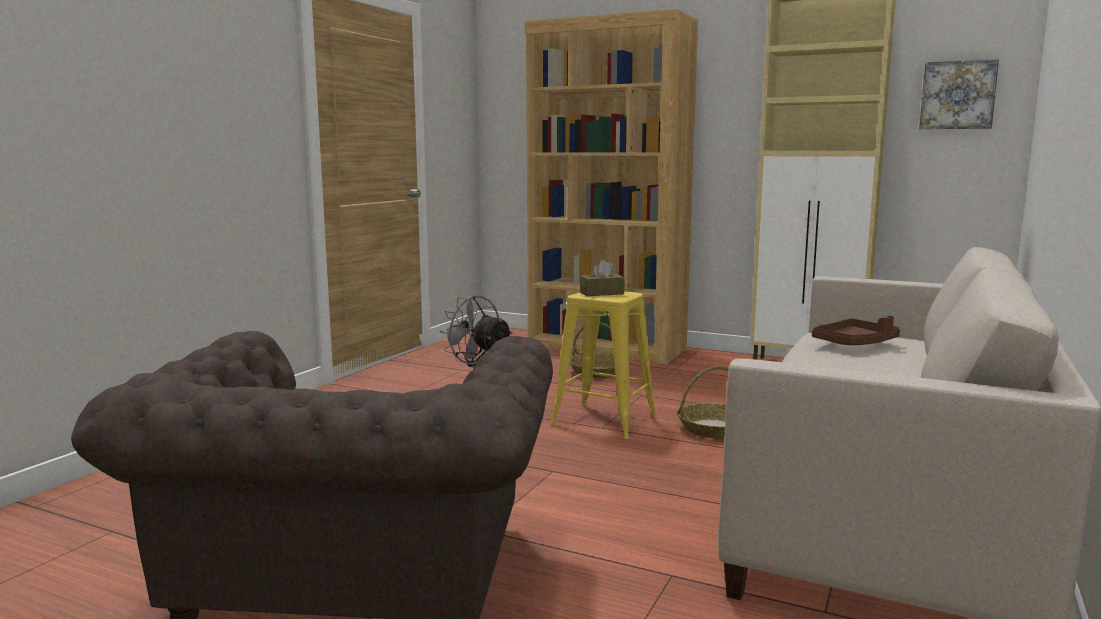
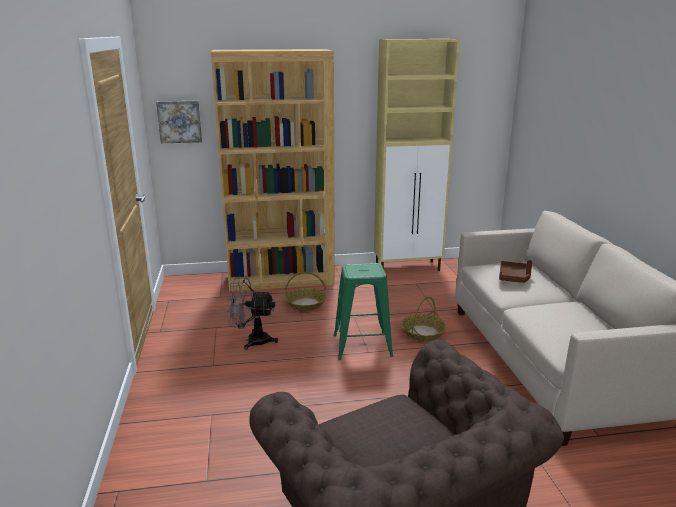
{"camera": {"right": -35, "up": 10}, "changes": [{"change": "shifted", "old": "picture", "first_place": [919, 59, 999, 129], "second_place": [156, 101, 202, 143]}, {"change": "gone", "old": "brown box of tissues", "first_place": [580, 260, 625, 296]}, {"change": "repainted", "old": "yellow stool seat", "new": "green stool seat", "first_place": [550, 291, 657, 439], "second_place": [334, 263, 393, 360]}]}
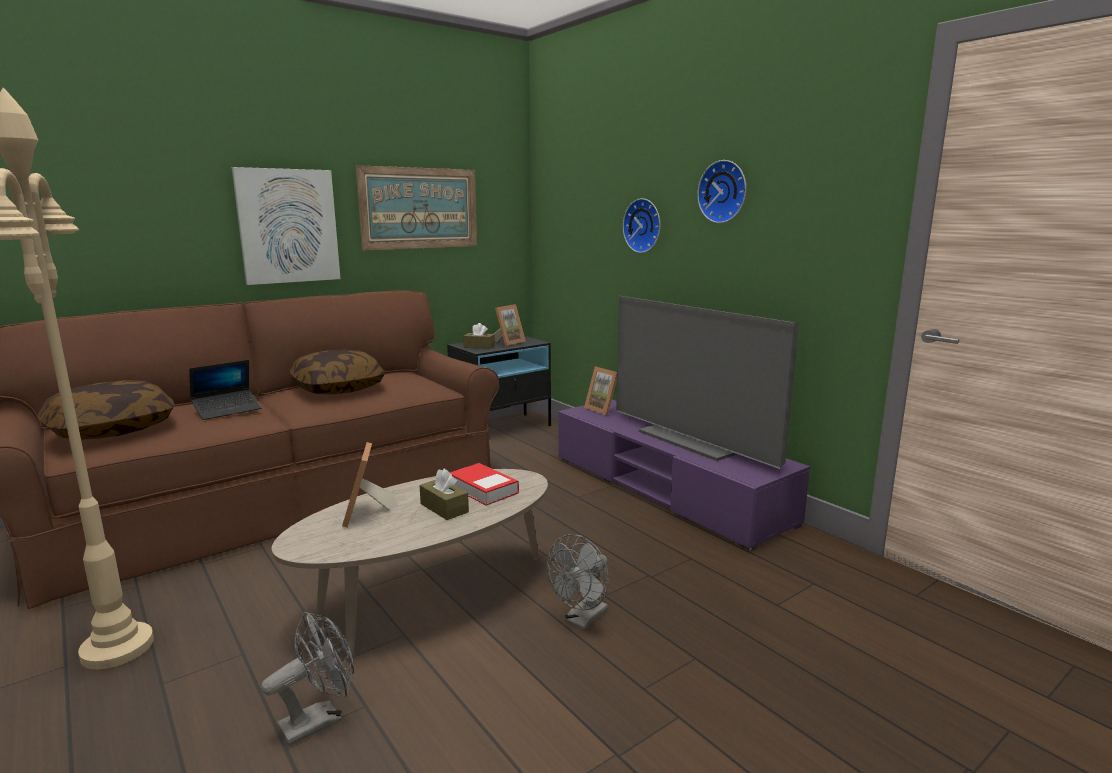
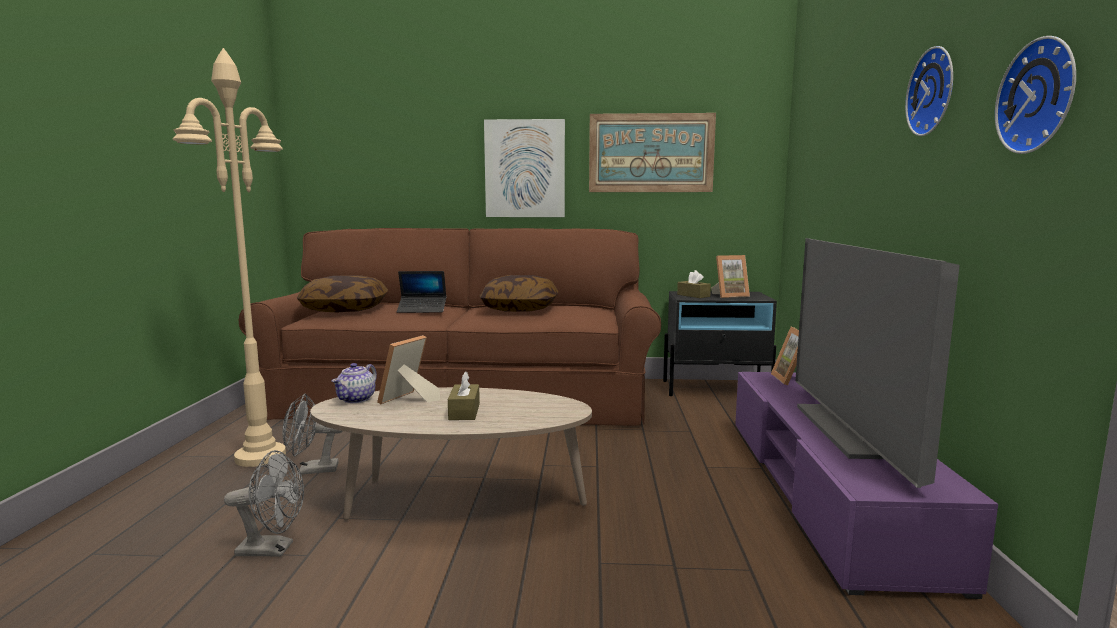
{"camera": {"right": 40, "up": -5}, "changes": [{"change": "shifted", "old": "clock on the wall", "first_place": [623, 198, 660, 253], "second_place": [995, 36, 1076, 154]}, {"change": "gone", "old": "book", "first_place": [450, 463, 519, 506]}, {"change": "shifted", "old": "greyish cooling fan", "first_place": [547, 534, 609, 630], "second_place": [282, 393, 342, 475]}, {"change": "new", "new": "teapot", "second_place": [331, 363, 377, 403]}]}
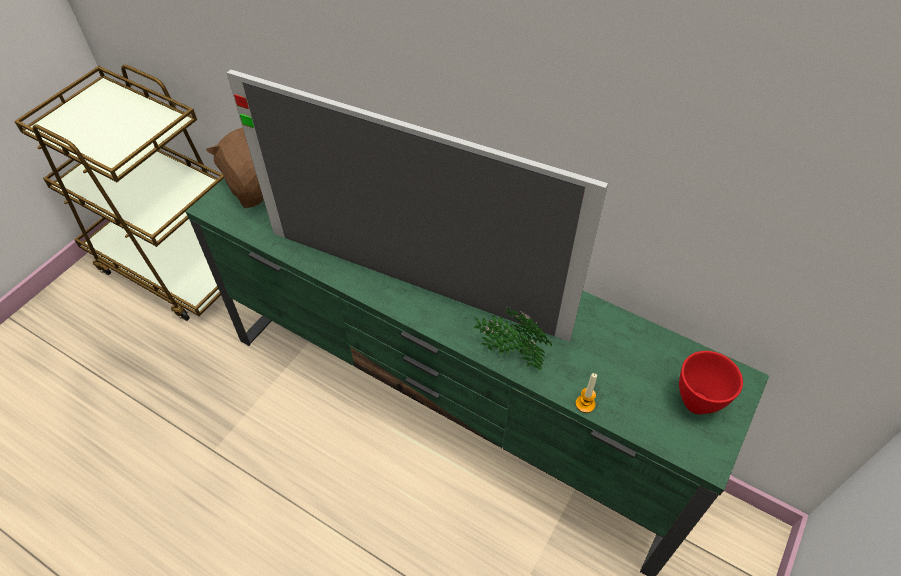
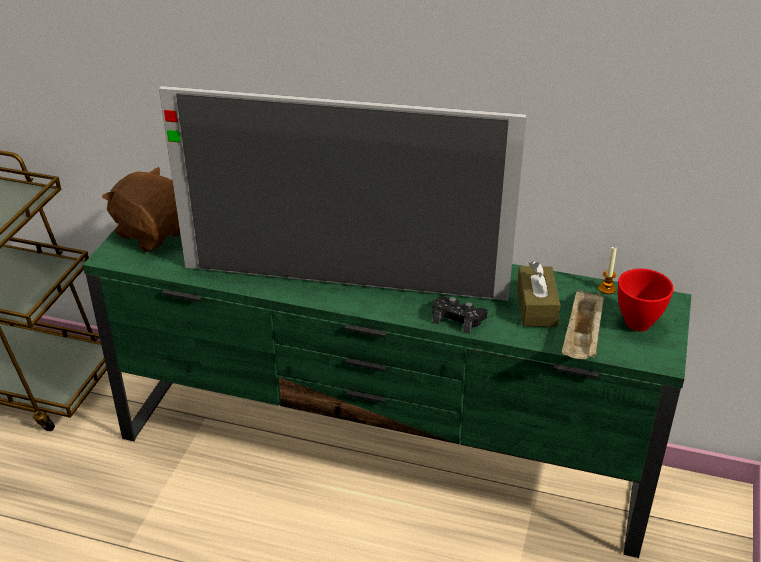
{"camera": {"right": -15, "up": -15}, "changes": [{"change": "swapped", "old": "houseplant", "new": "blackish gamepad", "first_place": [473, 307, 552, 371], "second_place": [432, 296, 488, 334]}, {"change": "shifted", "old": "candle", "first_place": [575, 373, 597, 413], "second_place": [598, 246, 617, 294]}, {"change": "new", "new": "brown box of tissues", "second_place": [517, 261, 560, 327]}, {"change": "new", "new": "beige-coloured carrying tray", "second_place": [562, 289, 604, 359]}]}
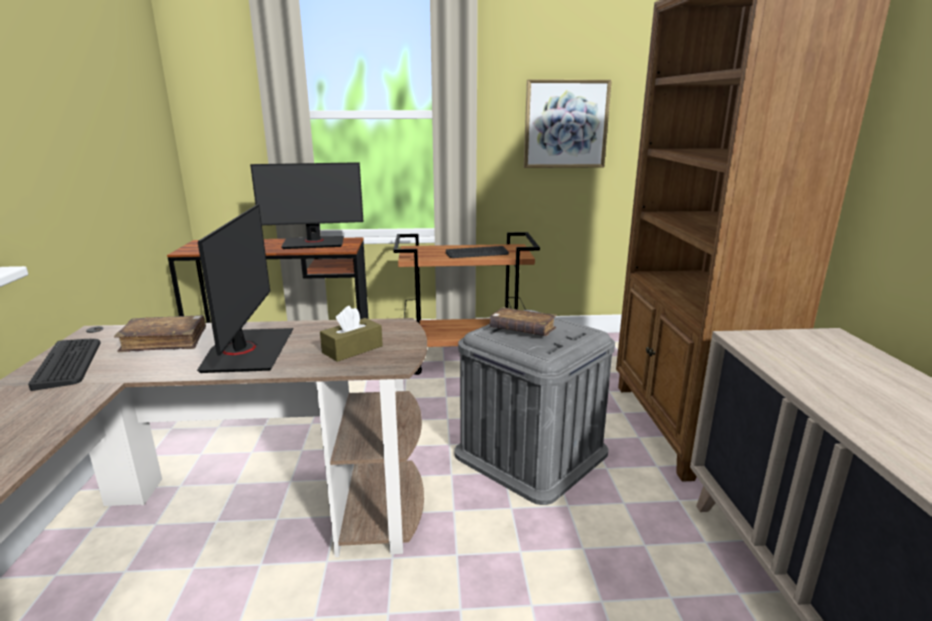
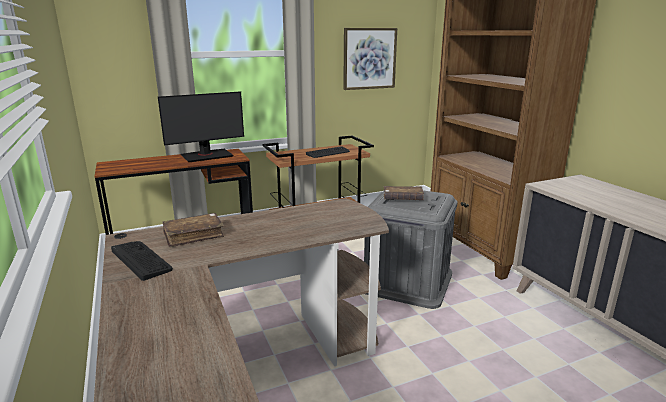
{"camera": {"right": -20, "up": 0}, "changes": [{"change": "gone", "old": "computer display", "first_place": [197, 204, 293, 373]}, {"change": "gone", "old": "brown box of tissues", "first_place": [320, 306, 383, 362]}]}
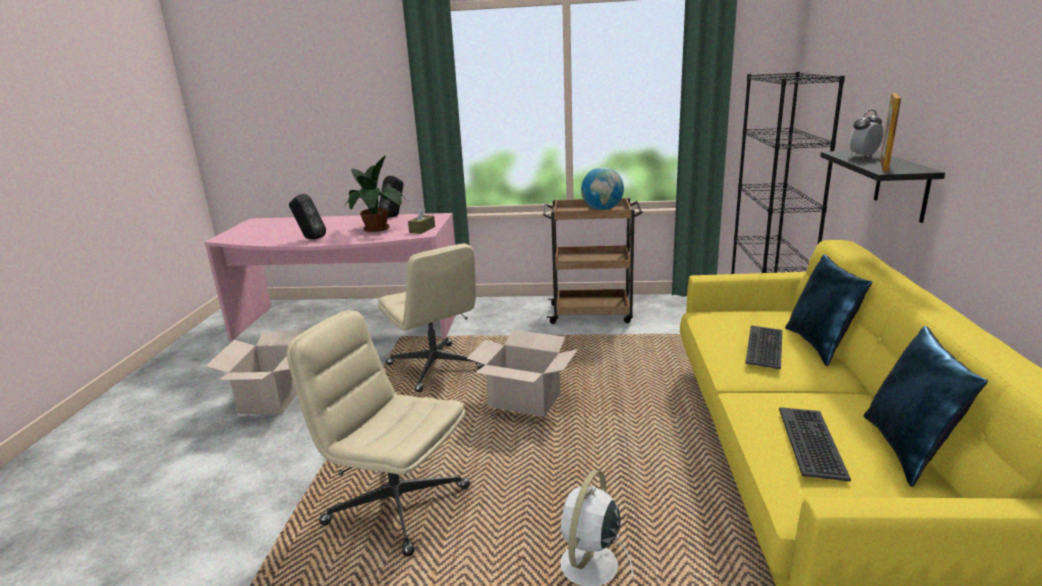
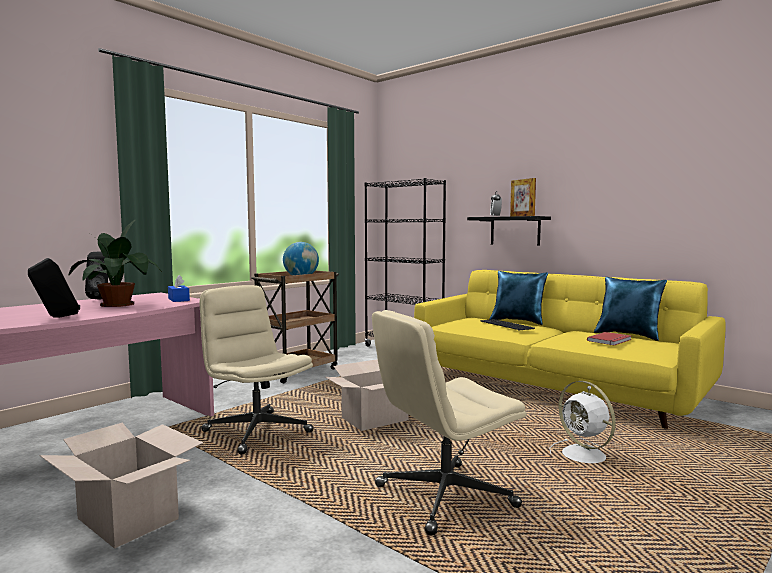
{"camera": {"right": -55, "up": -15}, "changes": [{"change": "repainted", "old": "brown box of tissues", "new": "blue-coloured box of tissues", "first_place": [408, 207, 435, 234], "second_place": [168, 275, 190, 302]}, {"change": "rotated", "old": "beige-coloured office chair", "first_place": [378, 243, 484, 392], "second_place": [199, 285, 314, 454], "degrees": -135}, {"change": "swapped", "old": "computer keyboard", "new": "red-coloured book", "first_place": [779, 407, 851, 482], "second_place": [587, 332, 631, 345]}]}
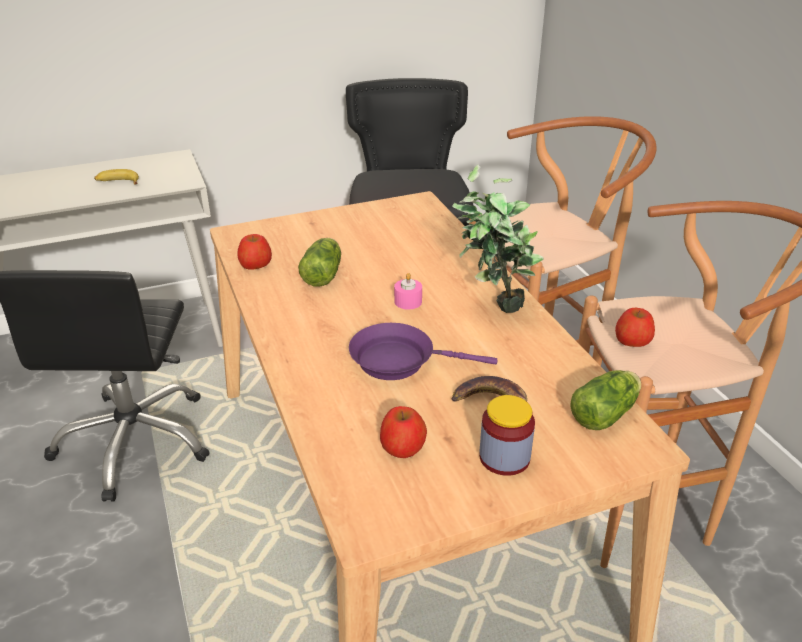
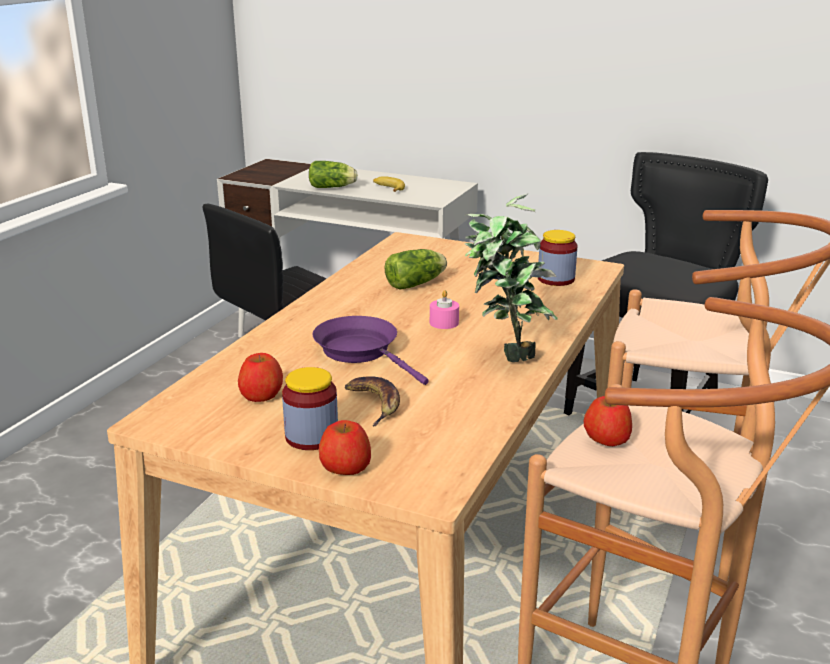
{"camera": {"right": 45, "up": -10}, "changes": [{"change": "shifted", "old": "apple", "first_place": [237, 234, 272, 270], "second_place": [319, 420, 371, 475]}, {"change": "shifted", "old": "head of lettuce", "first_place": [570, 370, 641, 430], "second_place": [309, 161, 358, 188]}, {"change": "new", "new": "preserve jar", "second_place": [538, 230, 578, 286]}]}
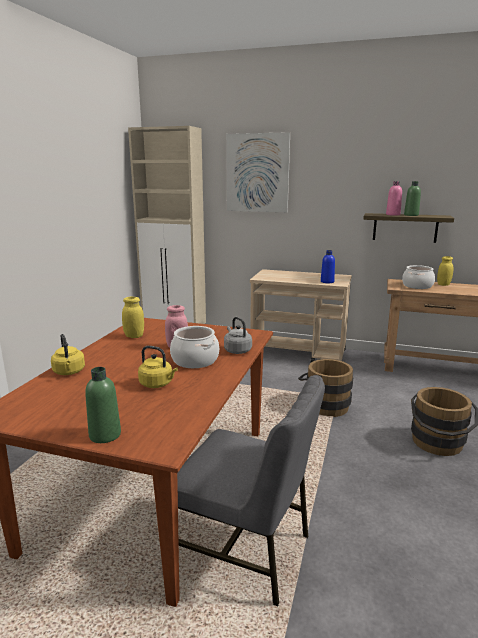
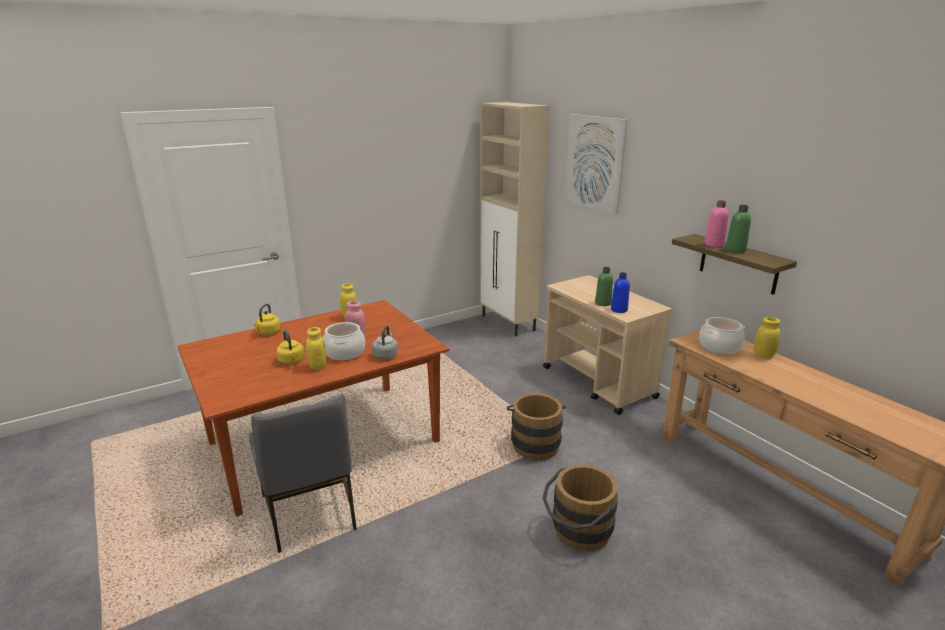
{"camera": {"right": 40, "up": 5}, "changes": [{"change": "shifted", "old": "green beverage bottle", "first_place": [85, 367, 121, 443], "second_place": [595, 267, 613, 306]}, {"change": "new", "new": "yellow preserve jar", "second_place": [306, 327, 327, 371]}]}
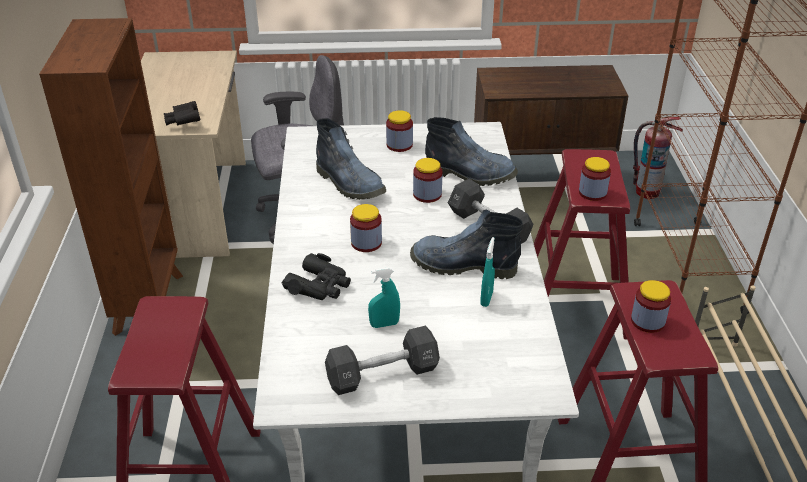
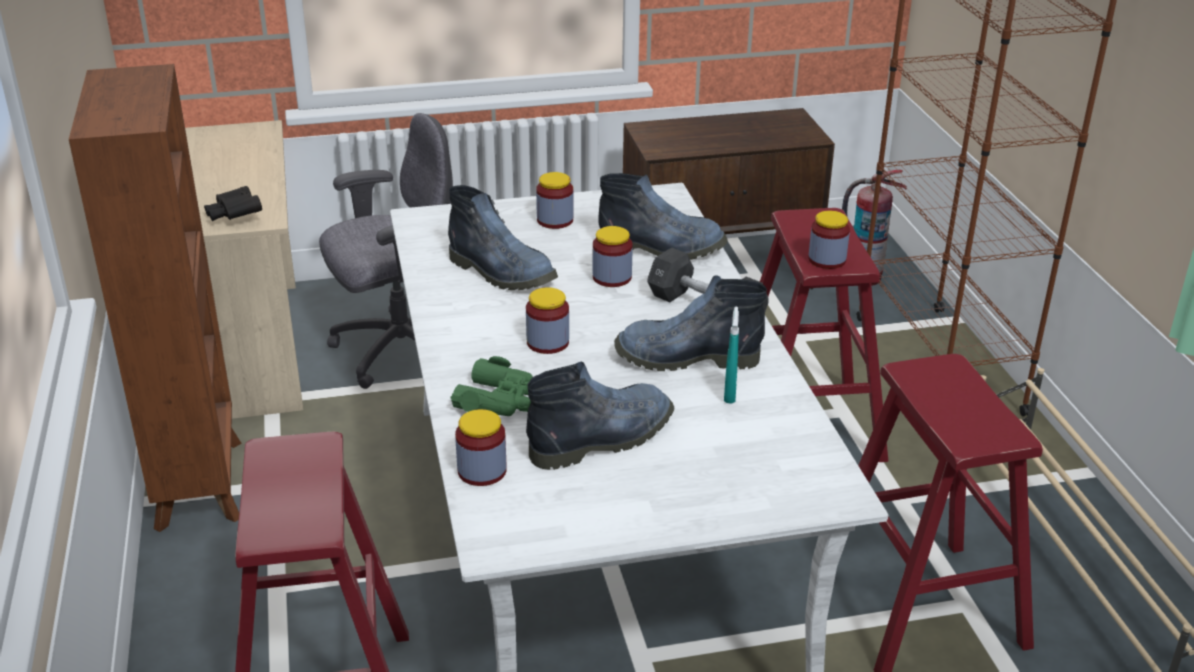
{"camera": {"right": -10, "up": -5}, "changes": [{"change": "repainted", "old": "blackish pair of binoculars", "new": "green pair of binoculars", "first_place": [282, 253, 351, 300], "second_place": [451, 356, 533, 416]}, {"change": "swapped", "old": "turquoise spray bottle", "new": "boot", "first_place": [368, 267, 400, 328], "second_place": [526, 362, 674, 470]}, {"change": "shifted", "old": "preserve jar", "first_place": [631, 280, 671, 333], "second_place": [455, 409, 506, 486]}, {"change": "gone", "old": "blackish free weight", "first_place": [325, 326, 440, 395]}]}
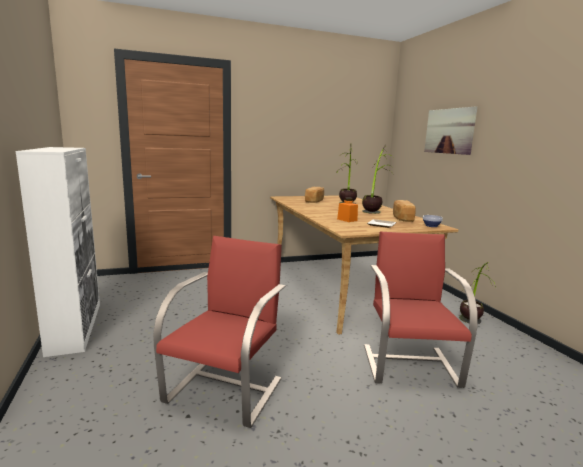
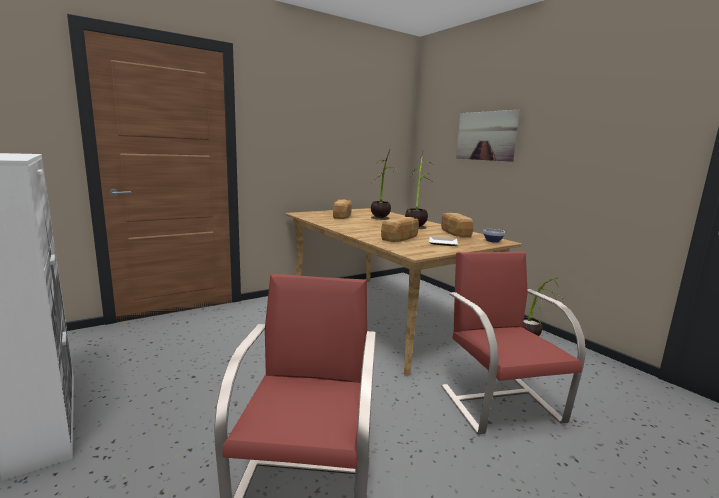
{"camera": {"right": -15, "up": 0}, "changes": [{"change": "swapped", "old": "orange preserve jar", "new": "bread", "first_place": [337, 197, 358, 222], "second_place": [381, 217, 419, 242]}]}
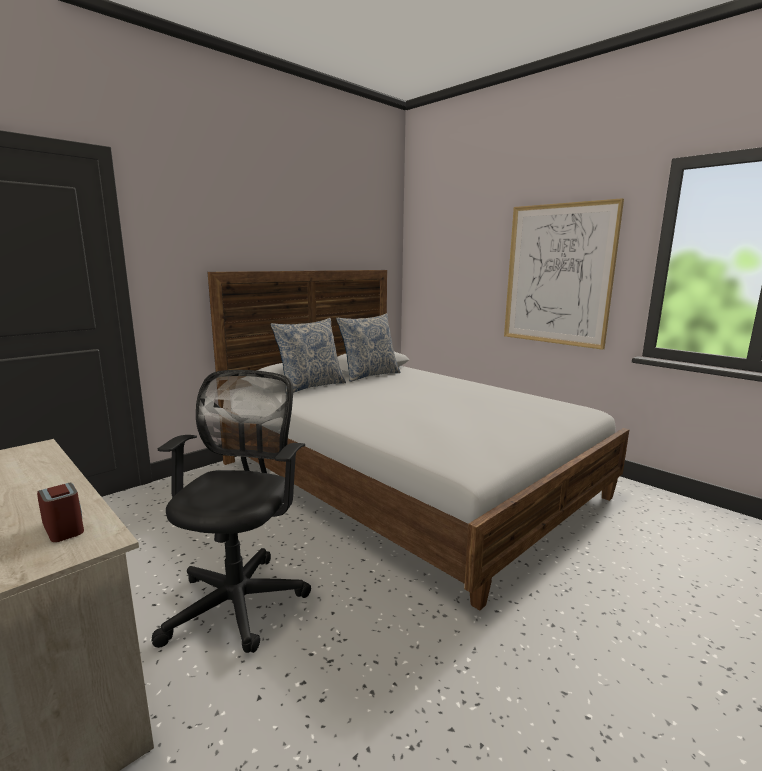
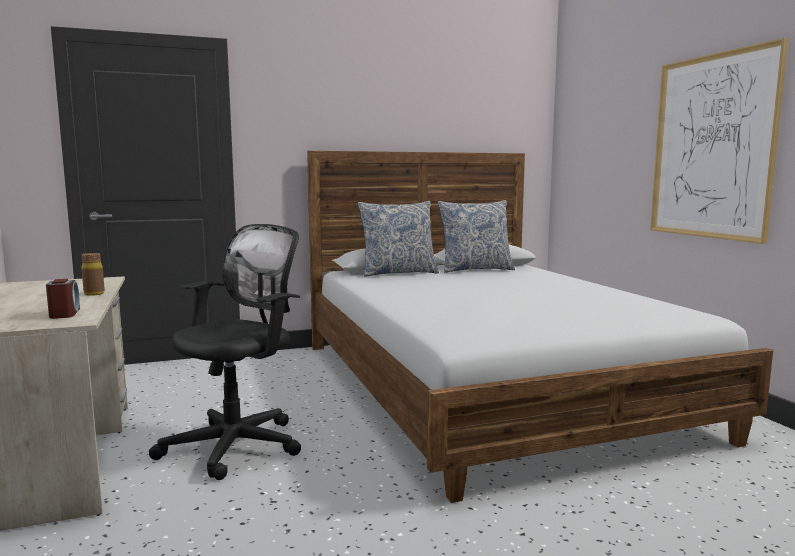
{"camera": {"right": 25, "up": -5}, "changes": [{"change": "new", "new": "brown beverage bottle", "second_place": [81, 253, 105, 296]}]}
